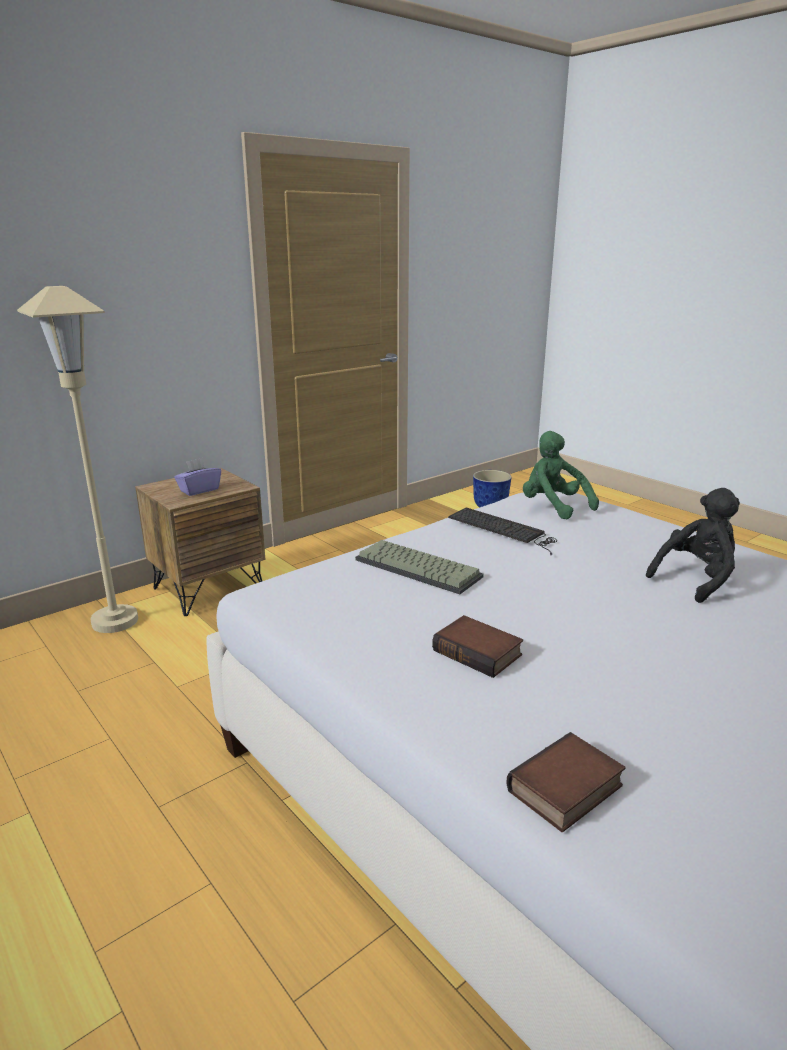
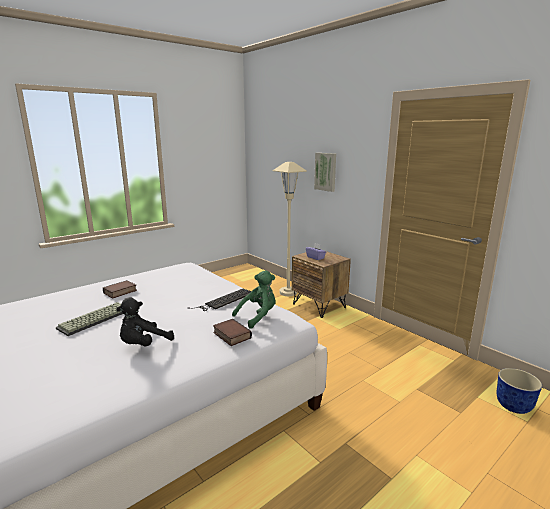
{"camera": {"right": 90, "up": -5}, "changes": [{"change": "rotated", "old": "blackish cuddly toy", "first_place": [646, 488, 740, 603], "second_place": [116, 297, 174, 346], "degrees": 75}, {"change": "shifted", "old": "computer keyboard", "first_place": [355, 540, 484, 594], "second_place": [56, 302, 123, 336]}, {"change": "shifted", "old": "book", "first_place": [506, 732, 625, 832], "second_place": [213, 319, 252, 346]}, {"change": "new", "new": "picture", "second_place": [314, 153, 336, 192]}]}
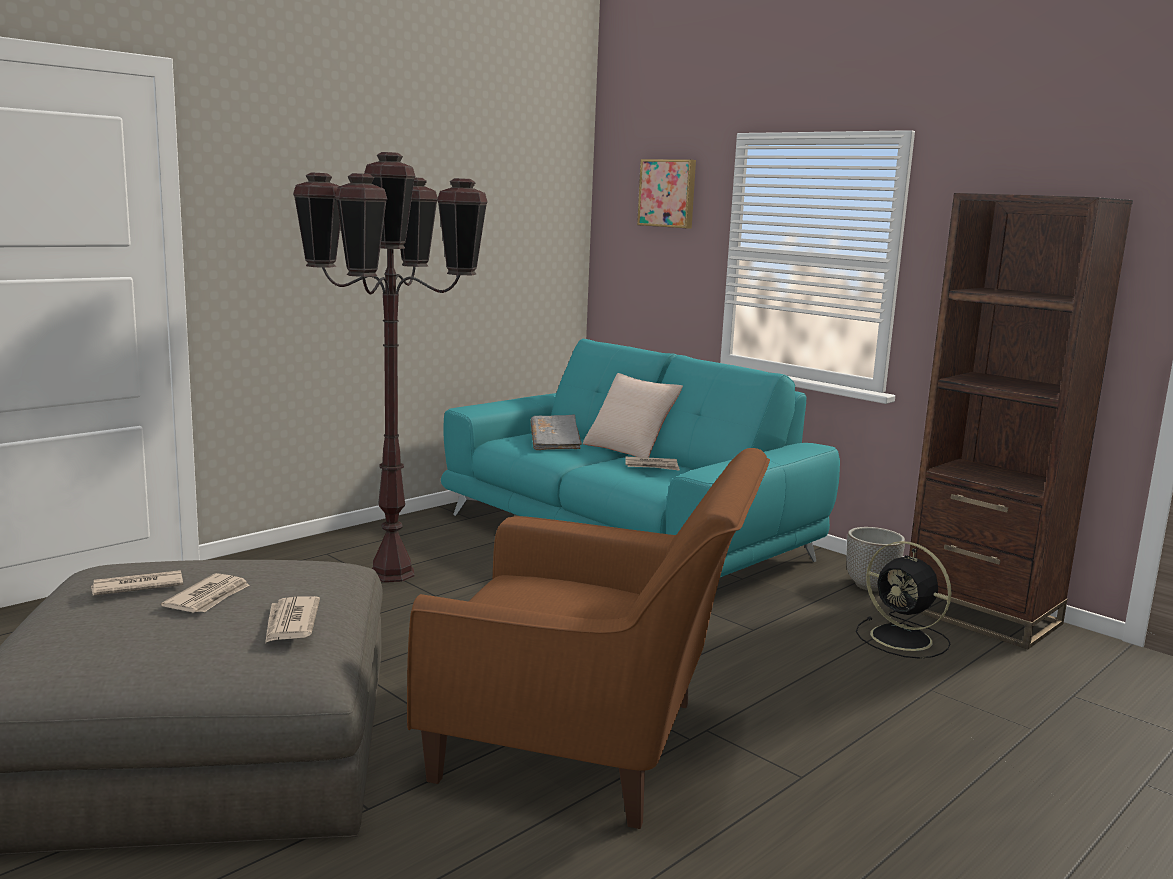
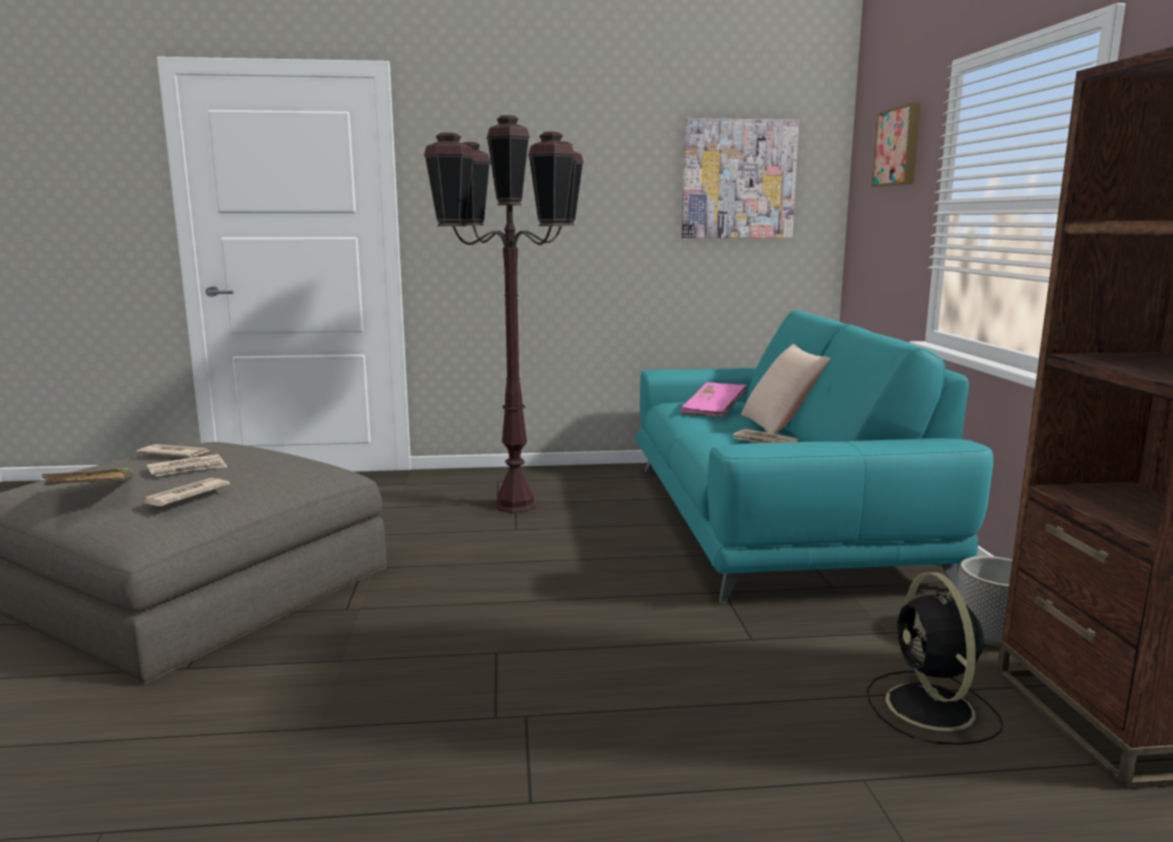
{"camera": {"right": 40, "up": 0}, "changes": [{"change": "repainted", "old": "greyish book", "new": "pink book", "first_place": [530, 415, 582, 450], "second_place": [680, 382, 747, 418]}, {"change": "gone", "old": "brown easy chair", "first_place": [407, 448, 770, 829]}, {"change": "new", "new": "picture", "second_place": [682, 118, 799, 238]}, {"change": "new", "new": "green book", "second_place": [42, 468, 134, 485]}]}
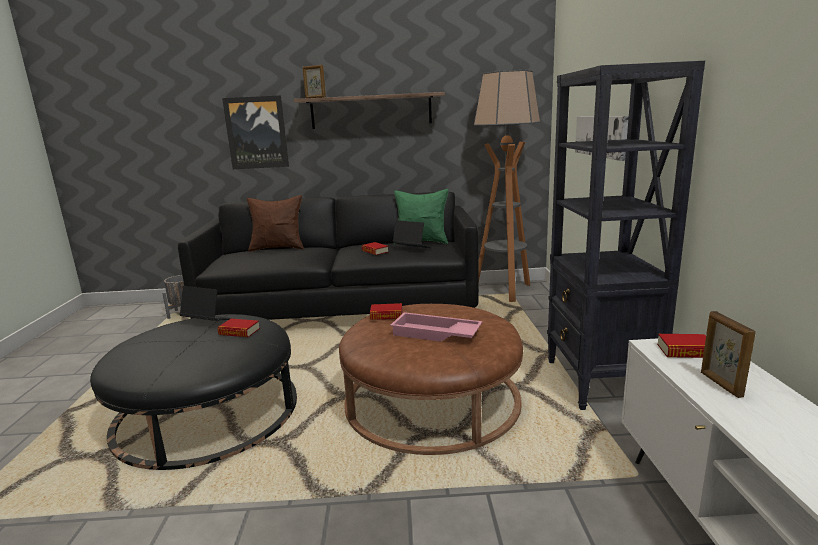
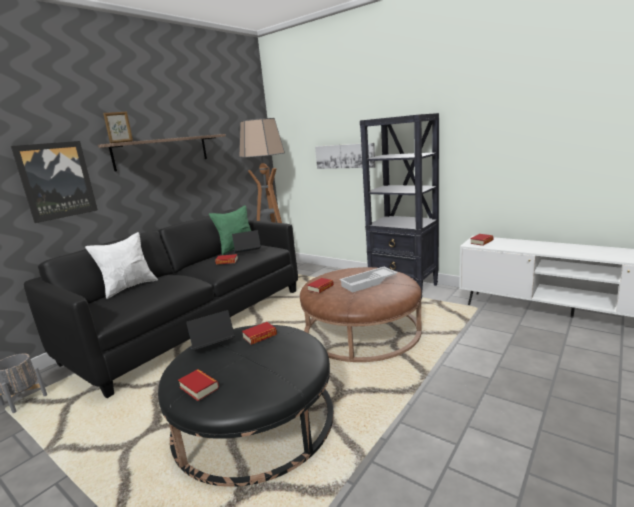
{"camera": {"right": -50, "up": 0}, "changes": [{"change": "repainted", "old": "brown pillow", "new": "white pillow", "first_place": [247, 195, 304, 252], "second_place": [85, 232, 158, 299]}, {"change": "gone", "old": "picture frame", "first_place": [701, 311, 755, 398]}, {"change": "repainted", "old": "pink carrying tray", "new": "white carrying tray", "first_place": [390, 312, 483, 342], "second_place": [339, 267, 398, 293]}, {"change": "new", "new": "book", "second_place": [178, 369, 219, 401]}]}
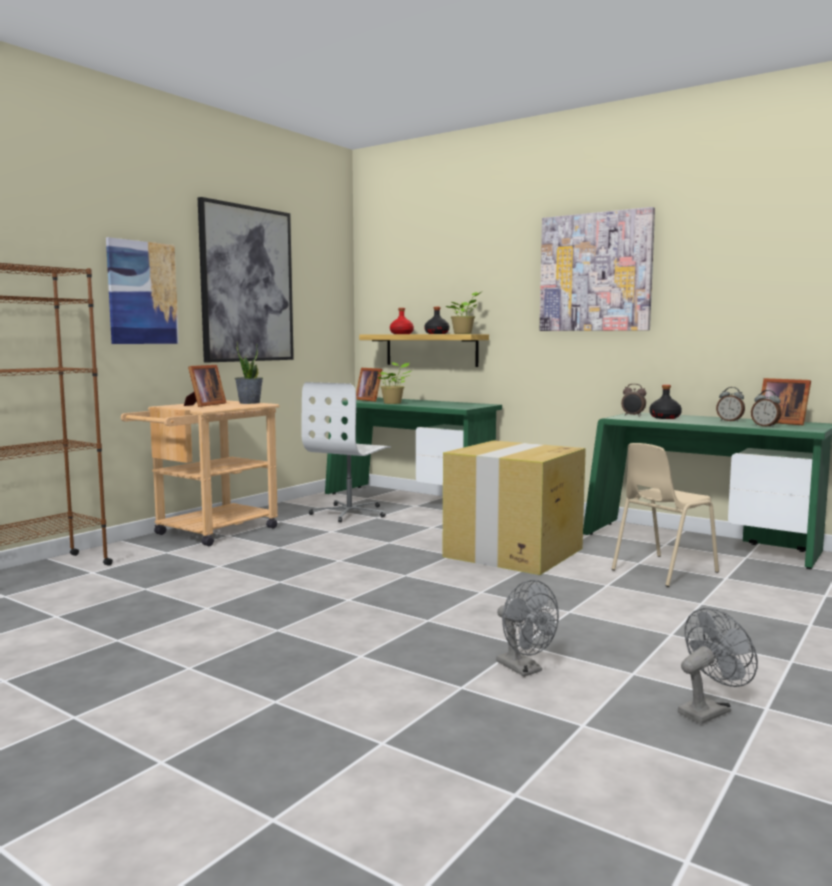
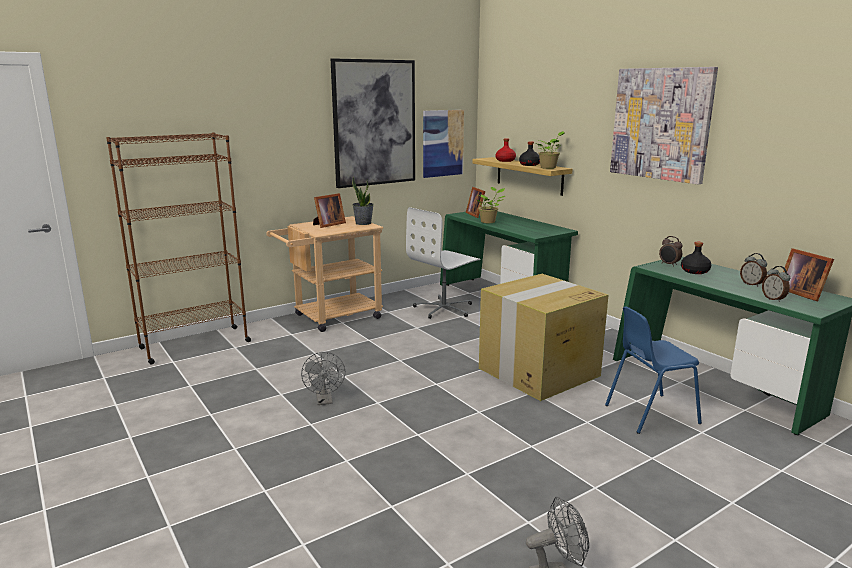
{"camera": {"right": 20, "up": 10}, "changes": [{"change": "shifted", "old": "picture", "first_place": [106, 237, 179, 344], "second_place": [423, 110, 464, 178]}, {"change": "repainted", "old": "beige-coloured plain chair", "new": "blue-coloured plain chair", "first_place": [612, 443, 719, 587], "second_place": [605, 306, 702, 434]}, {"change": "shifted", "old": "greyish cooling fan", "first_place": [496, 580, 559, 677], "second_place": [301, 352, 345, 405]}]}
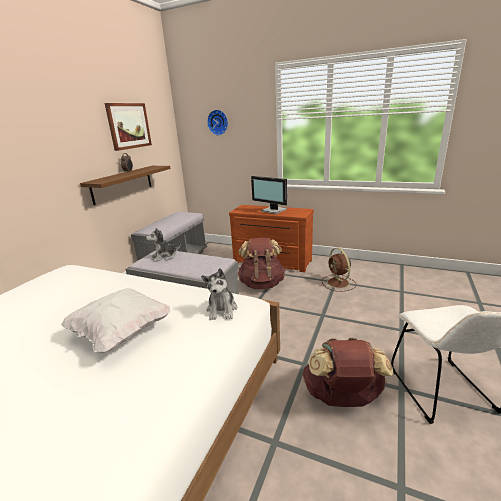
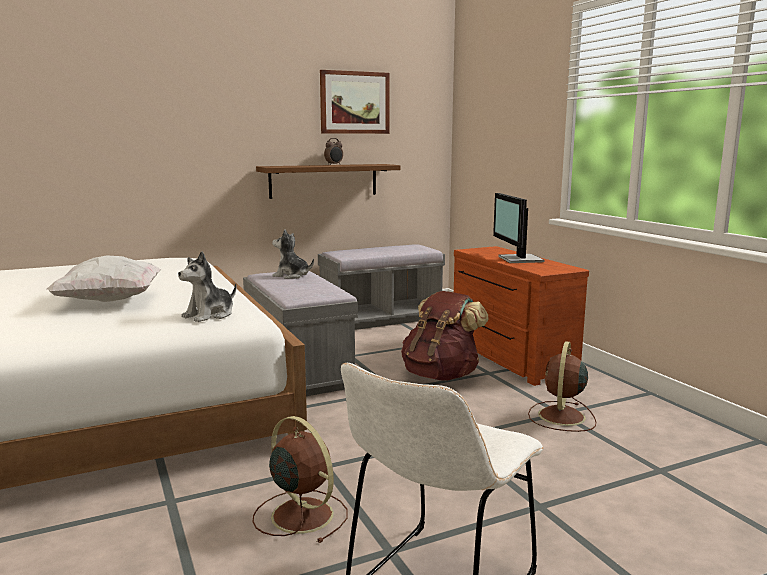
{"camera": {"right": 40, "up": -10}, "changes": [{"change": "gone", "old": "clock on the wall", "first_place": [207, 110, 228, 135]}, {"change": "swapped", "old": "brown backpack", "new": "brown cooling fan", "first_place": [302, 338, 394, 407], "second_place": [252, 416, 348, 543]}]}
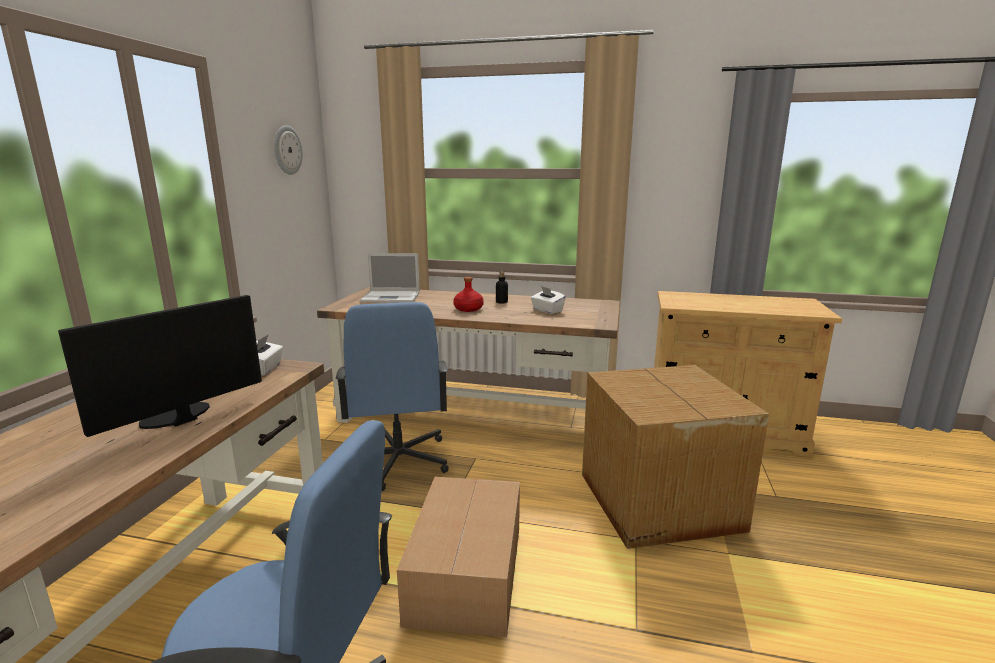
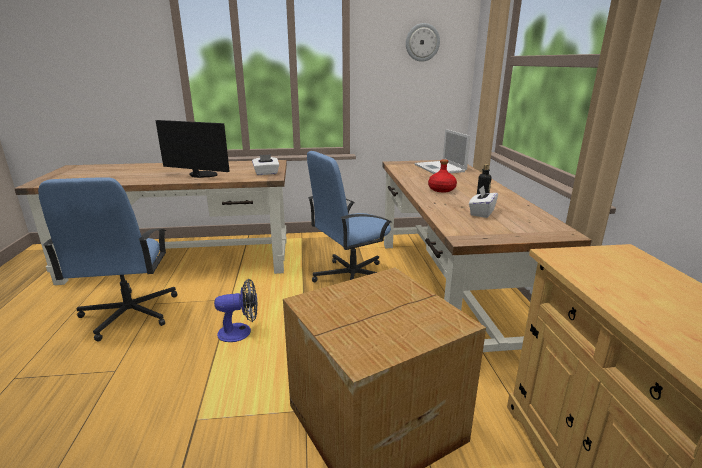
{"camera": {"right": 70, "up": 5}, "changes": [{"change": "swapped", "old": "packing box", "new": "cooling fan", "first_place": [397, 477, 520, 637], "second_place": [214, 278, 258, 342]}]}
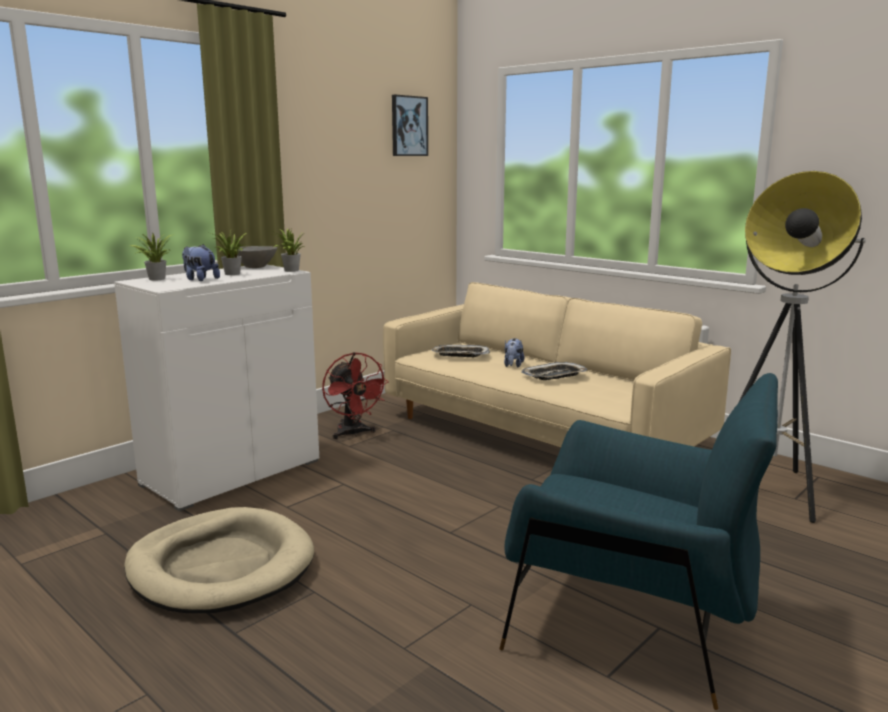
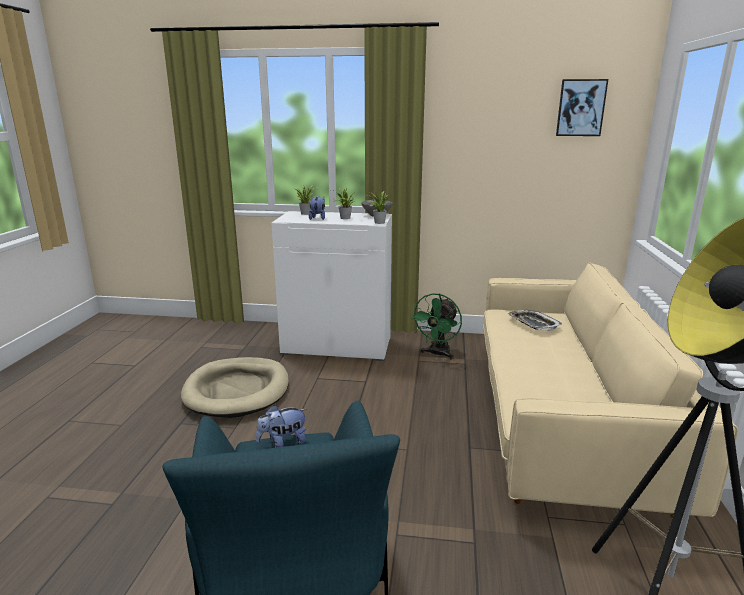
{"camera": {"right": 55, "up": 5}, "changes": [{"change": "shifted", "old": "cuddly toy", "first_place": [504, 338, 524, 368], "second_place": [256, 405, 307, 448]}, {"change": "repainted", "old": "red-coloured cooling fan", "new": "green cooling fan", "first_place": [322, 352, 389, 439], "second_place": [410, 293, 462, 360]}, {"change": "gone", "old": "carrying tray", "first_place": [521, 362, 588, 380]}]}
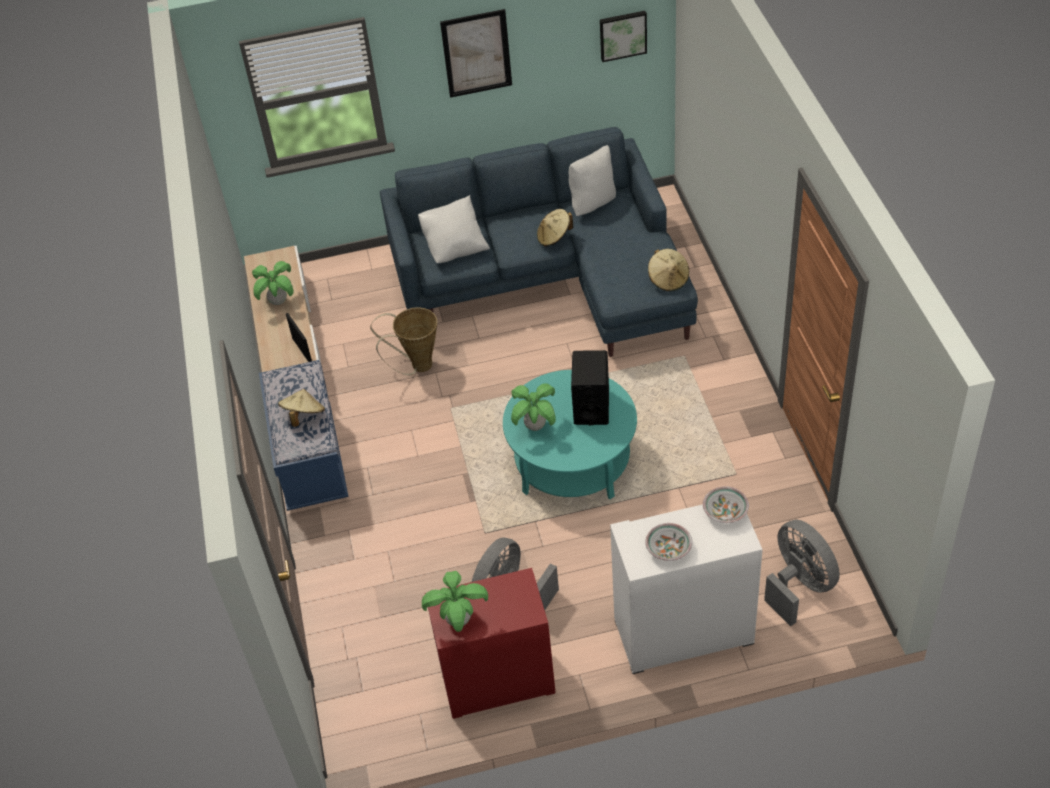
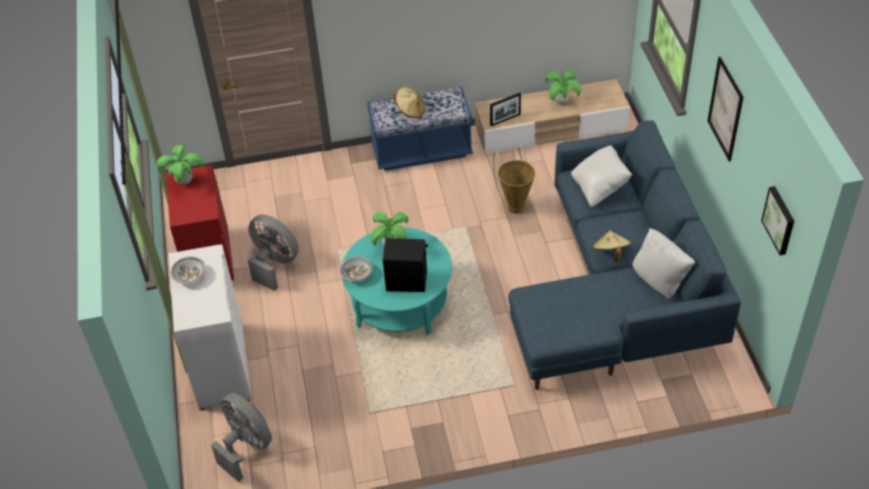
{"camera": {"right": 90, "up": 0}, "changes": [{"change": "gone", "old": "beige-coloured hat", "first_place": [648, 249, 689, 291]}, {"change": "shifted", "old": "deep dish", "first_place": [703, 486, 749, 523], "second_place": [340, 257, 372, 281]}, {"change": "rotated", "old": "greyish cooling fan", "first_place": [764, 520, 840, 626], "second_place": [211, 393, 272, 482], "degrees": -105}]}
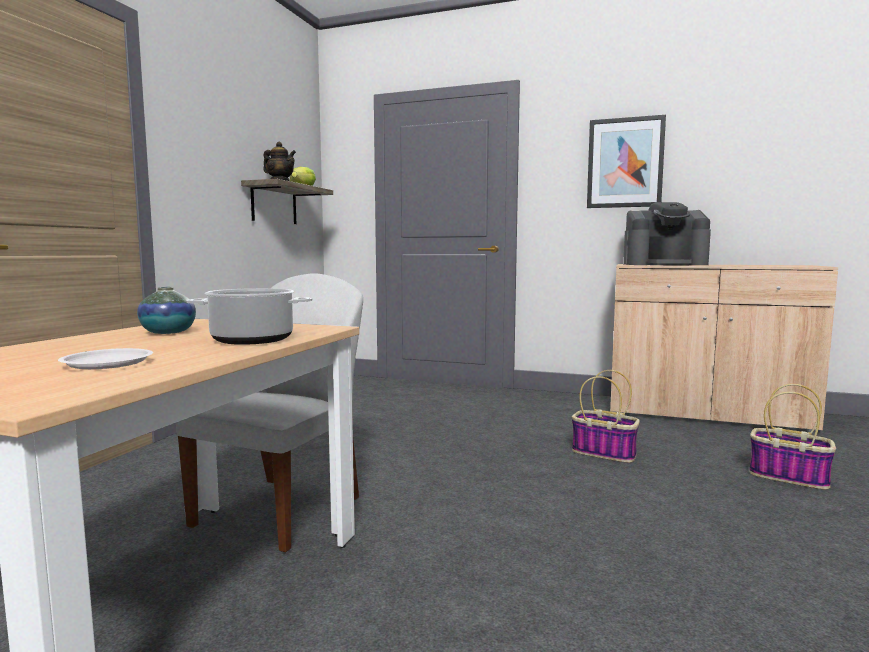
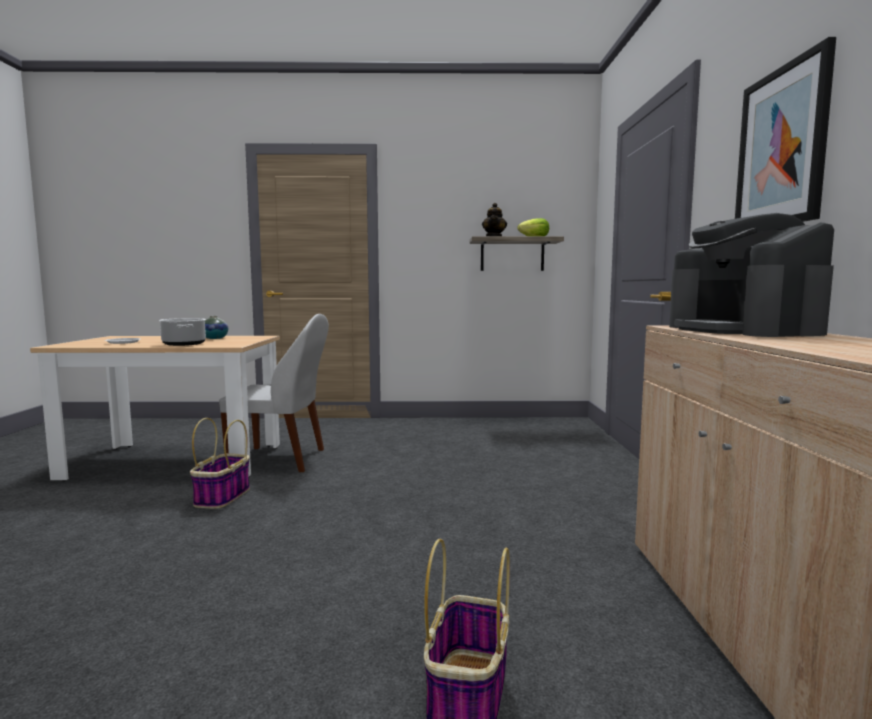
{"camera": {"right": 70, "up": 0}, "changes": [{"change": "shifted", "old": "household basket", "first_place": [572, 370, 640, 463], "second_place": [190, 418, 250, 509]}]}
